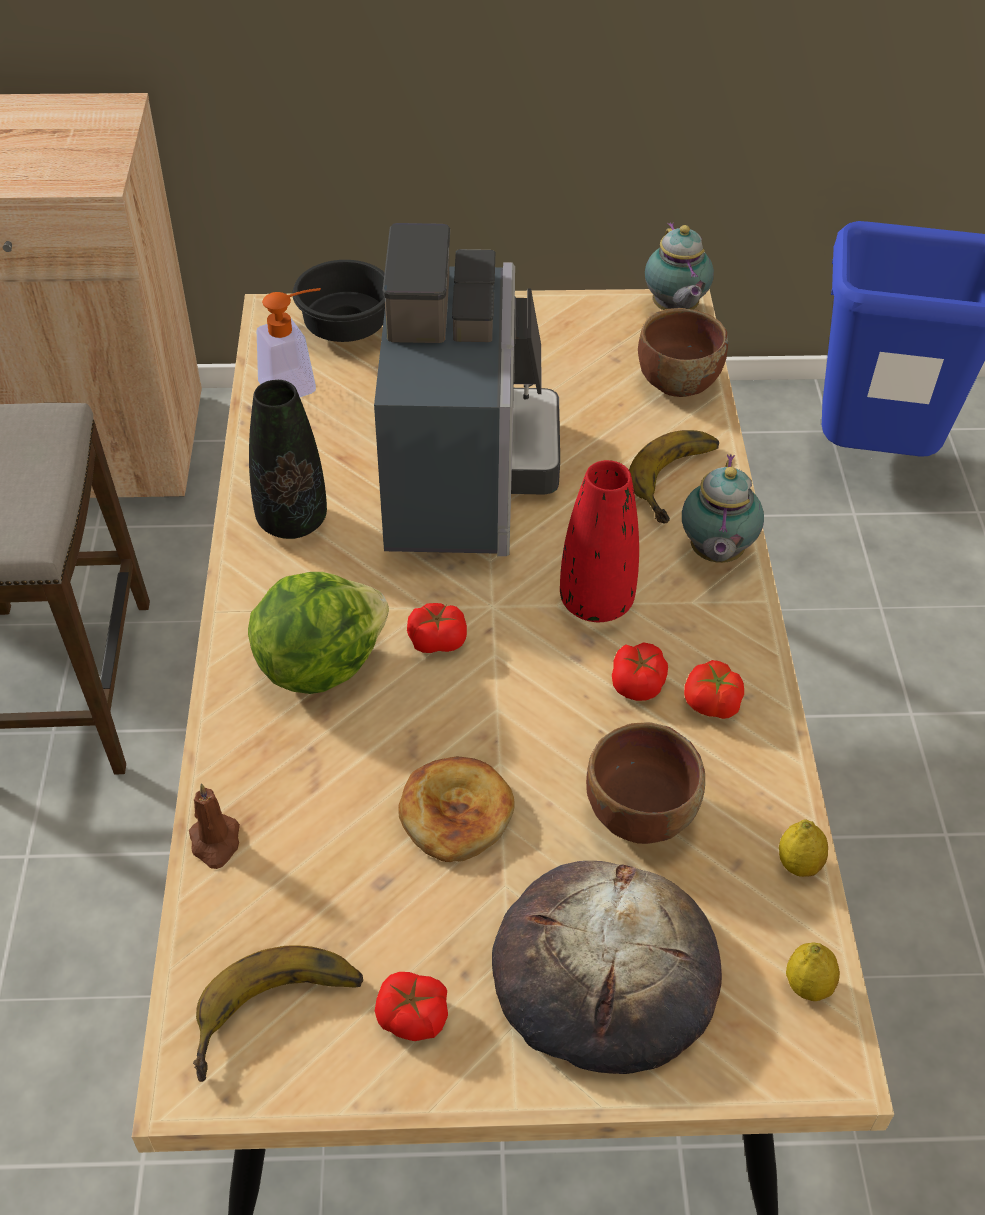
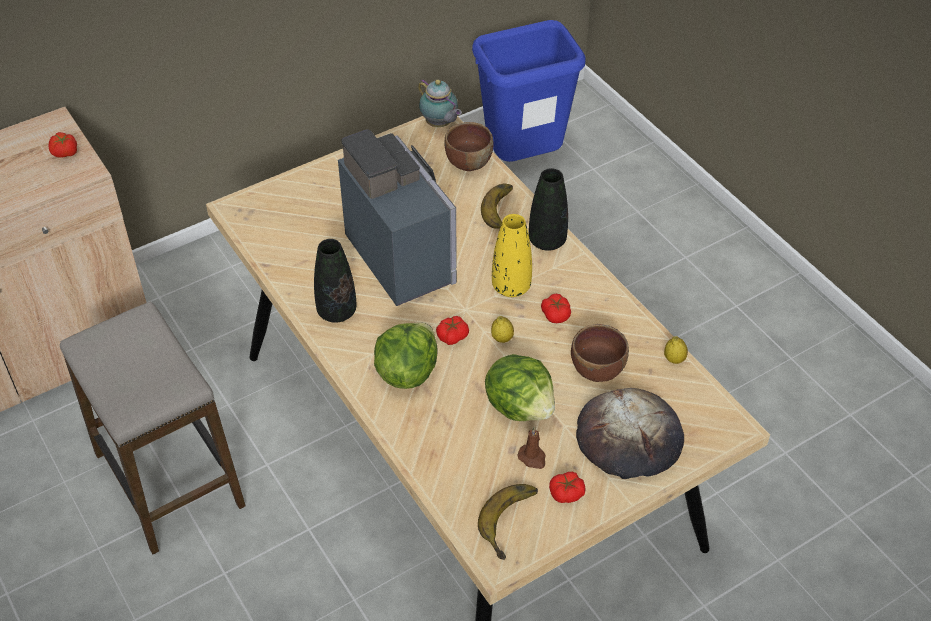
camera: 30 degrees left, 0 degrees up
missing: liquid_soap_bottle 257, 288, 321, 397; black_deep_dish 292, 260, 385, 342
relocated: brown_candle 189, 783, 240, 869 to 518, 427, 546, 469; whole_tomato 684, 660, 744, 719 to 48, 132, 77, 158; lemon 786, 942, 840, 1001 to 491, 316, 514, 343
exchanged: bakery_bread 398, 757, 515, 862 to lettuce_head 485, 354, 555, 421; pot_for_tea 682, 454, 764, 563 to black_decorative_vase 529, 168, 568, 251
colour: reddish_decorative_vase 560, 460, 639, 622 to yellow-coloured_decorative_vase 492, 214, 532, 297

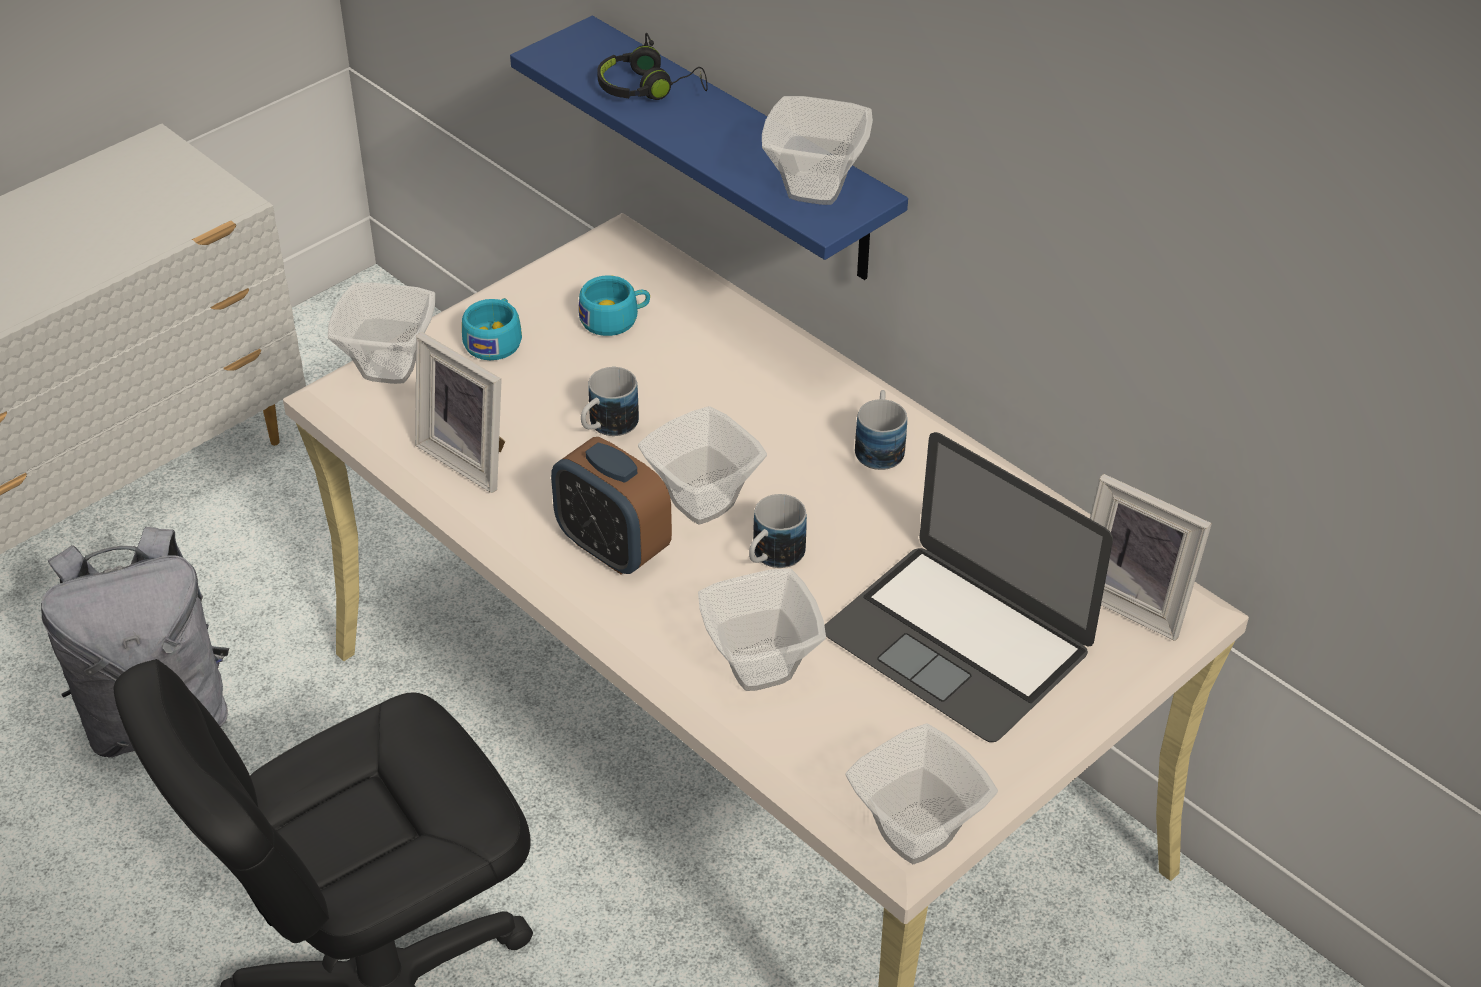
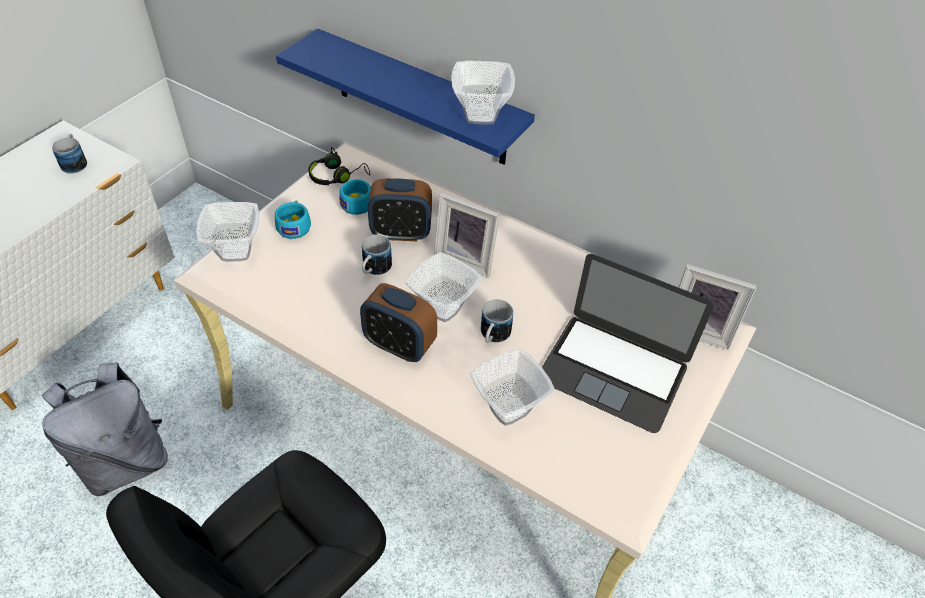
camera: 15 degrees left, 5 degrees up
missing: deep_dish 846, 724, 998, 864
appeared: alarm_clock 368, 178, 432, 241
relocated: standing_frame 415, 332, 505, 493 to 434, 192, 500, 278; black_headset 597, 33, 708, 100 to 308, 147, 370, 185; coffee_mug 855, 390, 907, 470 to 52, 134, 87, 174

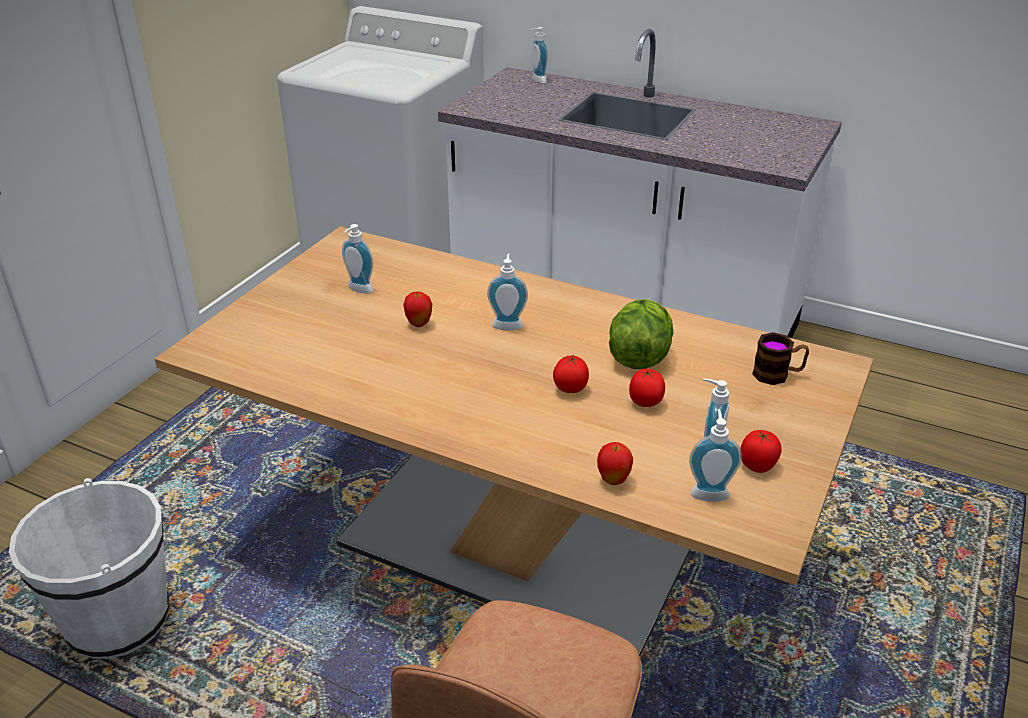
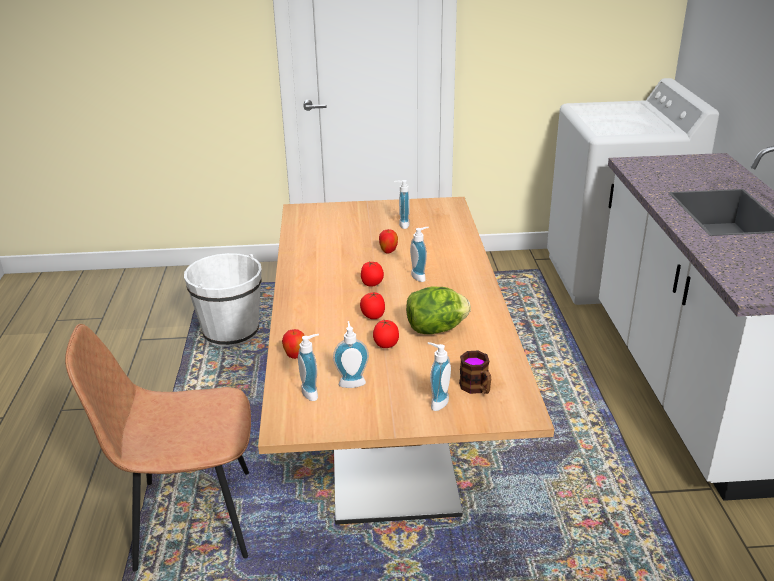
camera: 60 degrees right, 5 degrees down
relocated: liquid_soap_bottle 530, 27, 548, 84 to 428, 342, 451, 411; whole_tomato 740, 430, 782, 473 to 361, 262, 384, 286

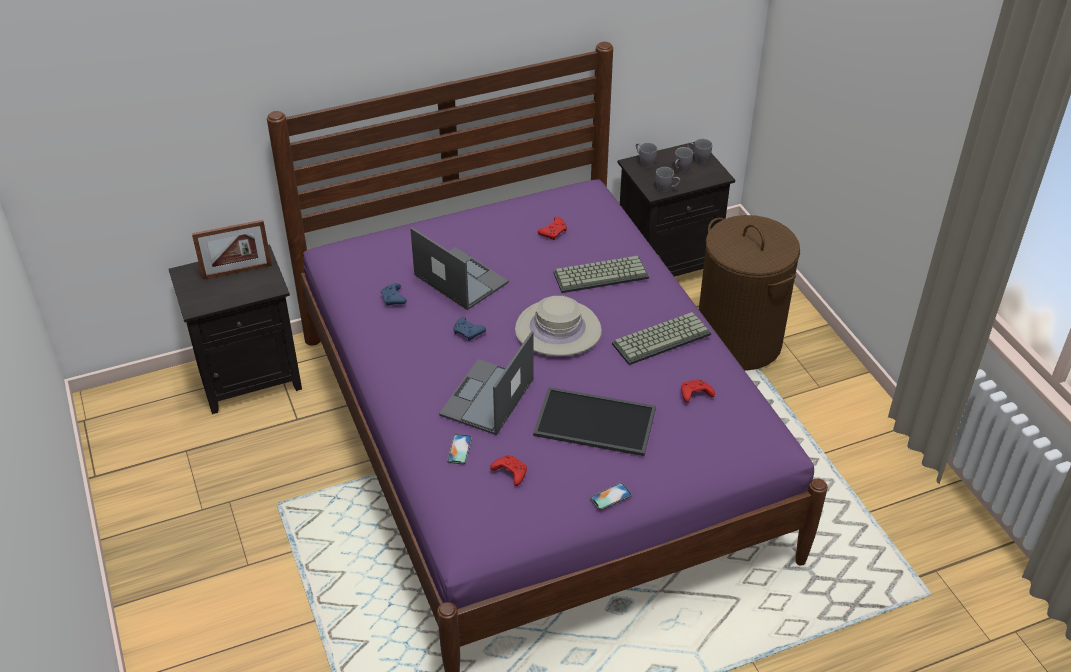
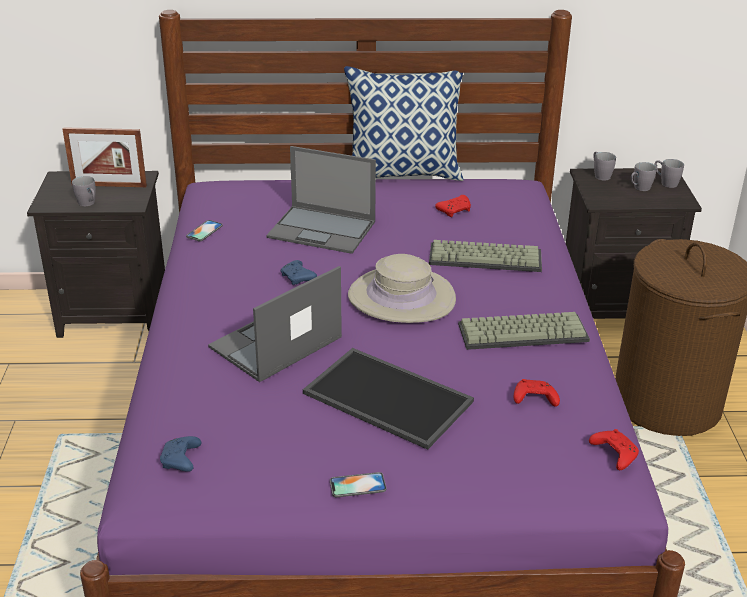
camera: 20 degrees right, 10 degrees down
appeared: throw_pillow 344, 66, 464, 181
relocated: blue-coloured_gamepad 381, 283, 407, 306 to 160, 436, 202, 472; phone 447, 434, 472, 464 to 186, 220, 223, 241; reddish_gamepad 490, 455, 527, 486 to 589, 429, 639, 470; grey_coffee_mug 655, 167, 680, 192 to 72, 176, 96, 206
spun: laptop 410, 227, 509, 310 = 267, 146, 376, 254 135 degrees clockwise

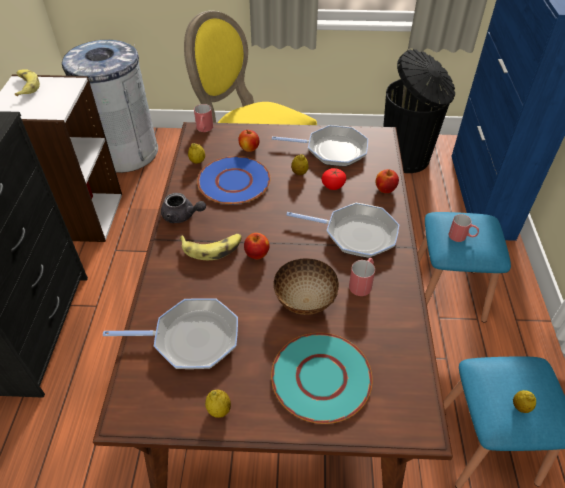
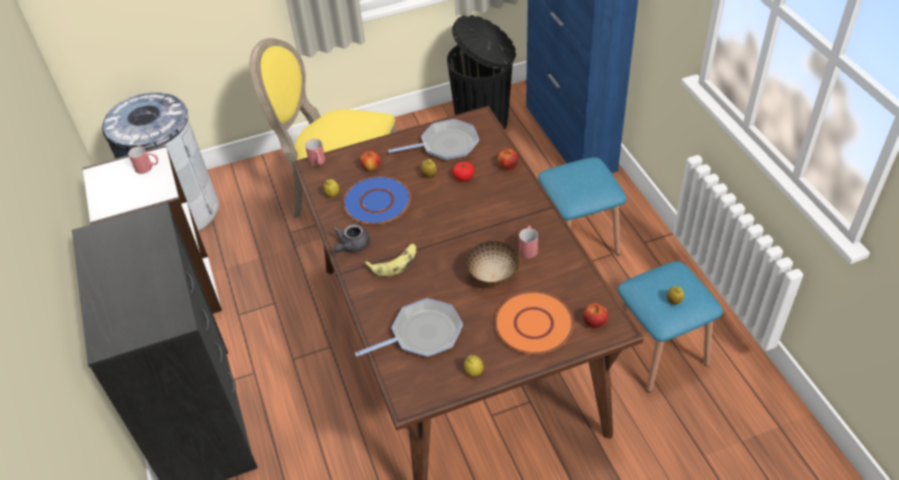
camera: 20 degrees left, 0 degrees up
missing: whole_banana 14, 69, 40, 96; pan 286, 203, 399, 258
relocated: apple_fruit 244, 233, 270, 259 to 583, 304, 608, 328; reddish_coffee_mug 449, 214, 479, 242 to 128, 146, 158, 174
colour: turquoise_dinner_plate 271, 333, 373, 424 to orangey_dinner_plate 495, 291, 573, 354
spun: grey_pot_for_tea 161, 193, 206, 223 = 333, 224, 370, 253 120 degrees clockwise

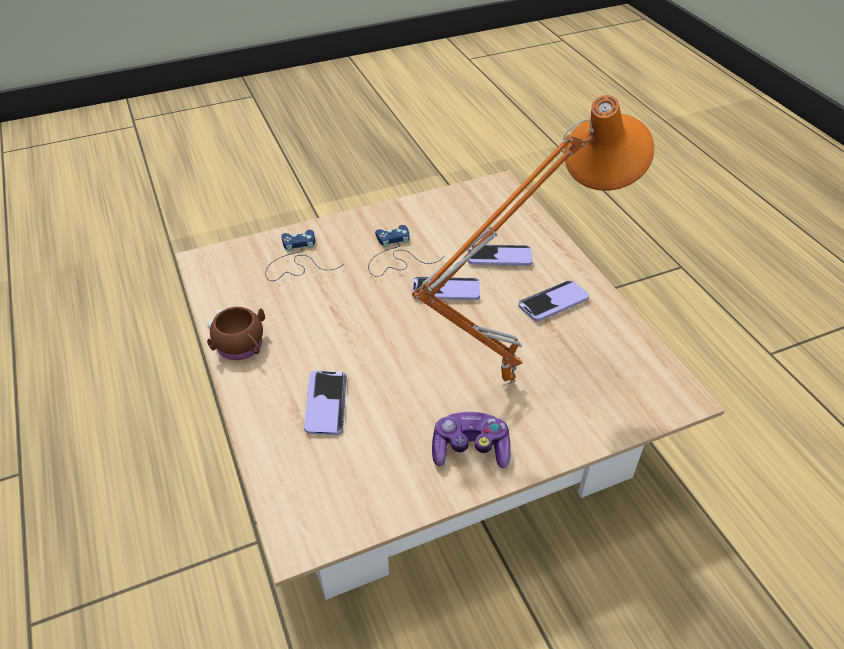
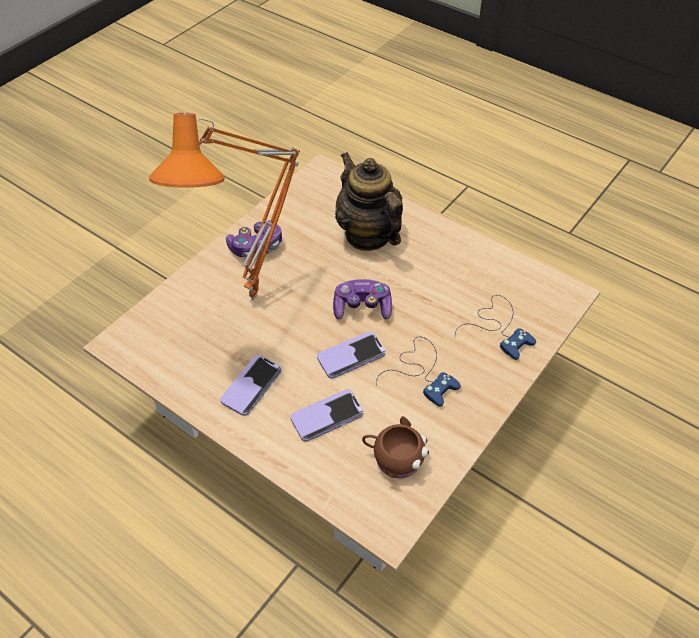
camera: 150 degrees right, 5 degrees up
appeared: gamepad 333, 279, 392, 320
relocated: brown_coffee_mug 207, 306, 265, 360 to 362, 416, 429, 478
exchanged: phone 304, 371, 347, 435 to pot_for_tea 335, 152, 403, 251

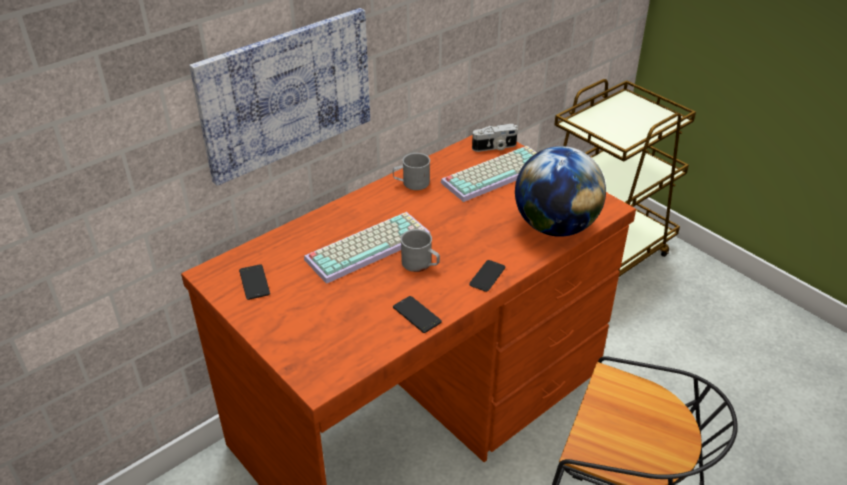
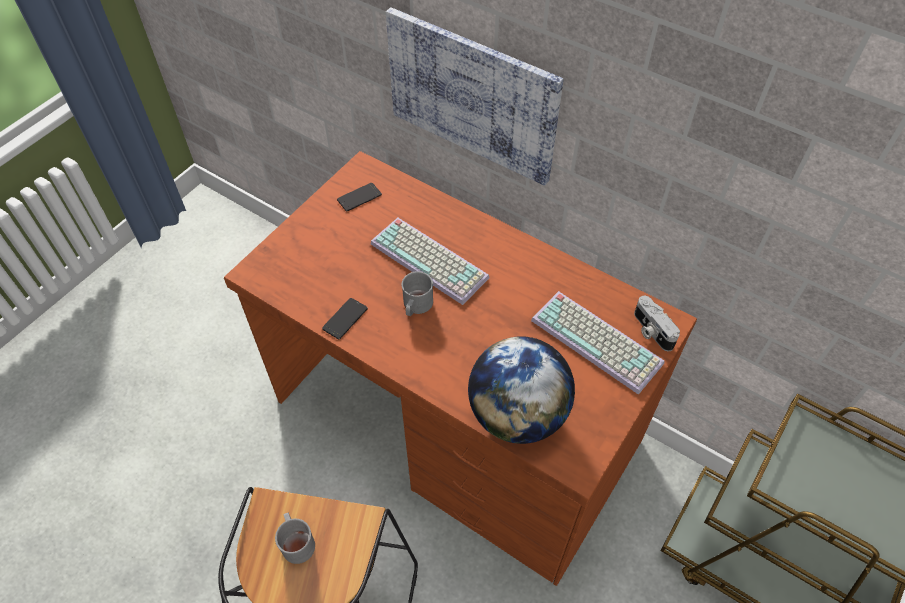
camera: 75 degrees right, 15 degrees up
missing: phone 469, 260, 505, 292
relocated: grey_coffee_mug 393, 153, 430, 190 to 275, 513, 315, 564

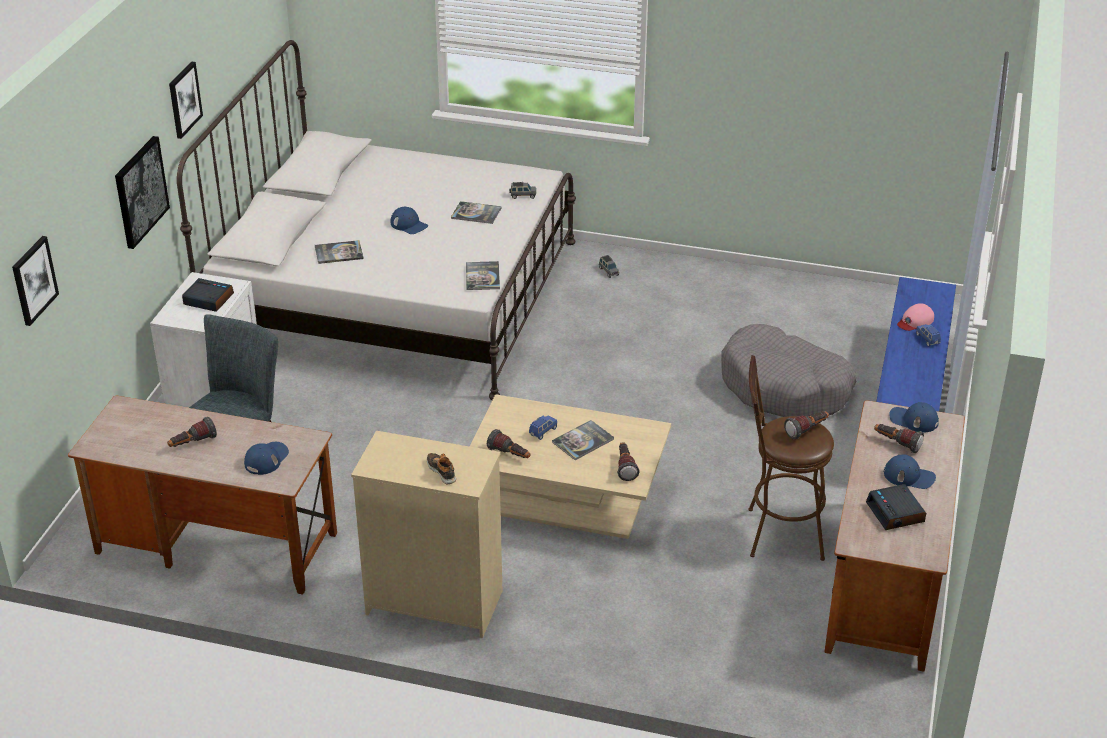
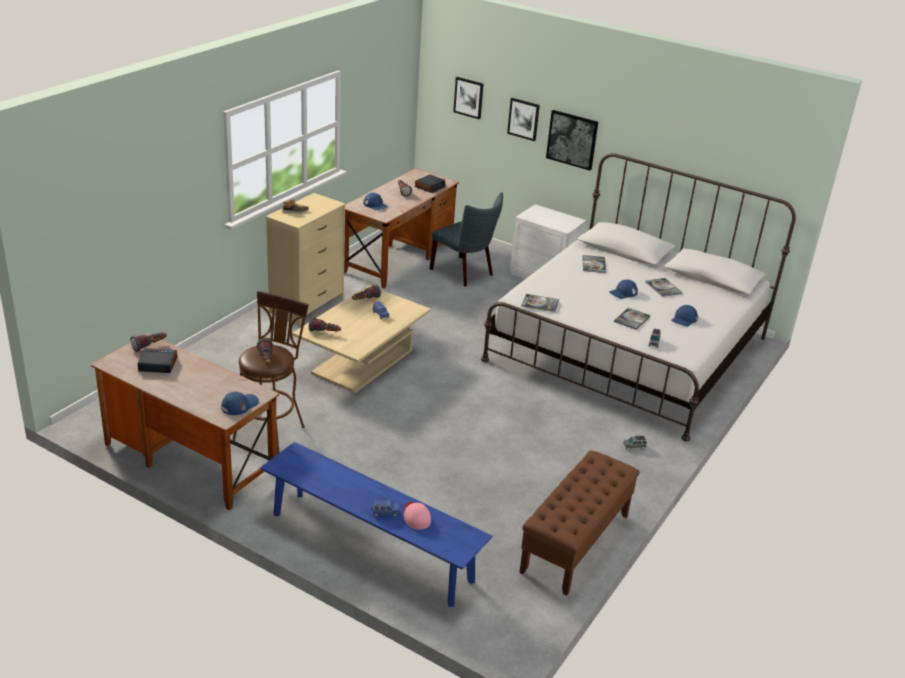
camera: 105 degrees right, 5 degrees down
missing: grey_pet_bed 721, 324, 856, 417
appeared: brown_bench 519, 450, 640, 596
relocated: wall_art 169, 62, 203, 139 to 507, 98, 540, 141; alarm_clock 182, 278, 234, 312 to 415, 175, 446, 193; book 552, 420, 614, 460 to 645, 278, 683, 297; torch 874, 424, 924, 453 to 130, 332, 167, 352; blue-coloured_cap 884, 455, 936, 489 to 671, 305, 698, 327

